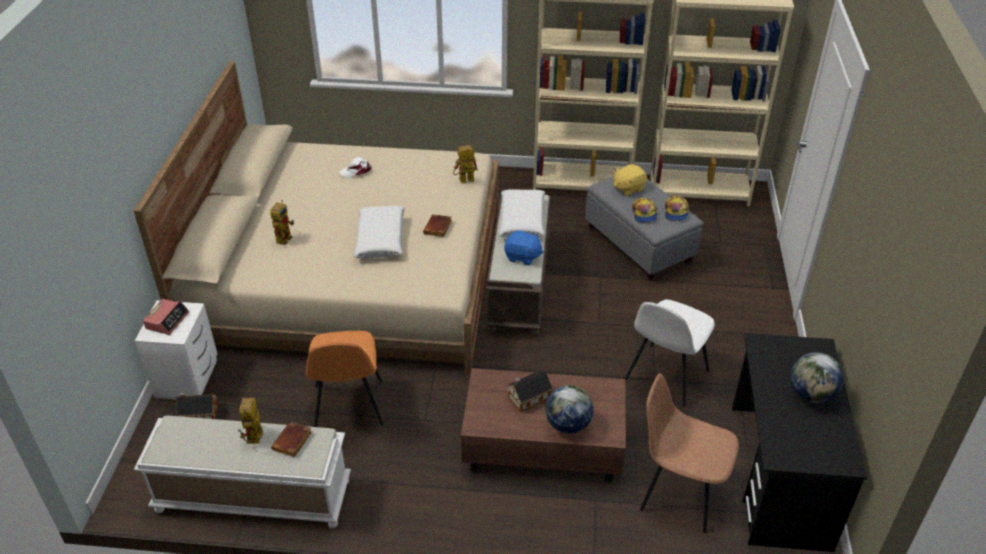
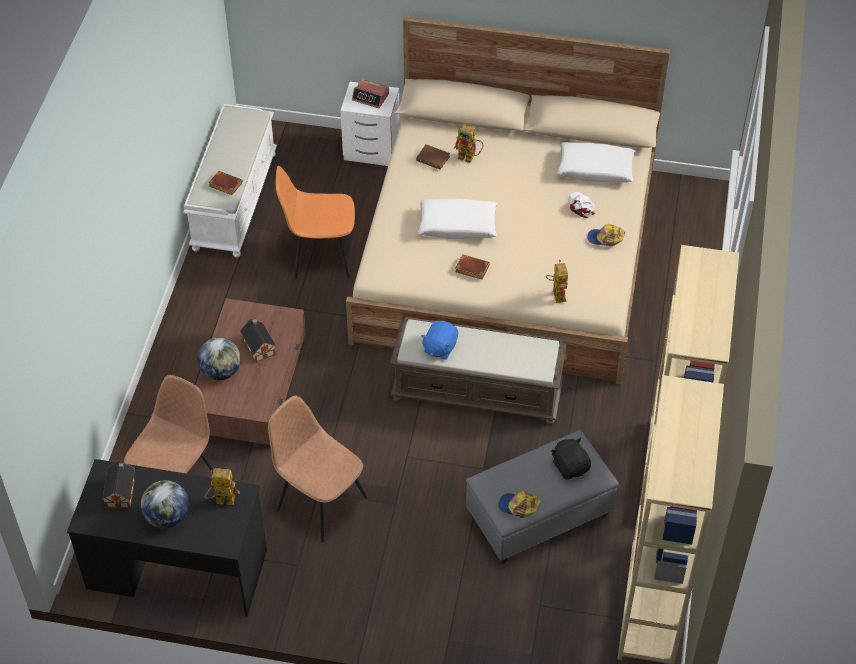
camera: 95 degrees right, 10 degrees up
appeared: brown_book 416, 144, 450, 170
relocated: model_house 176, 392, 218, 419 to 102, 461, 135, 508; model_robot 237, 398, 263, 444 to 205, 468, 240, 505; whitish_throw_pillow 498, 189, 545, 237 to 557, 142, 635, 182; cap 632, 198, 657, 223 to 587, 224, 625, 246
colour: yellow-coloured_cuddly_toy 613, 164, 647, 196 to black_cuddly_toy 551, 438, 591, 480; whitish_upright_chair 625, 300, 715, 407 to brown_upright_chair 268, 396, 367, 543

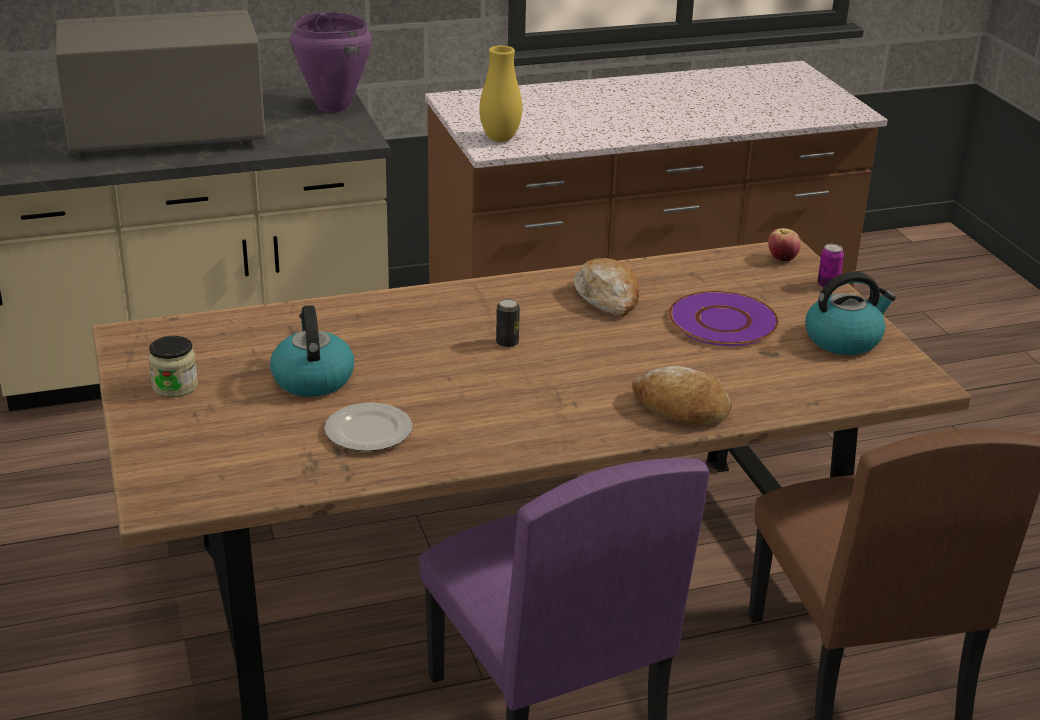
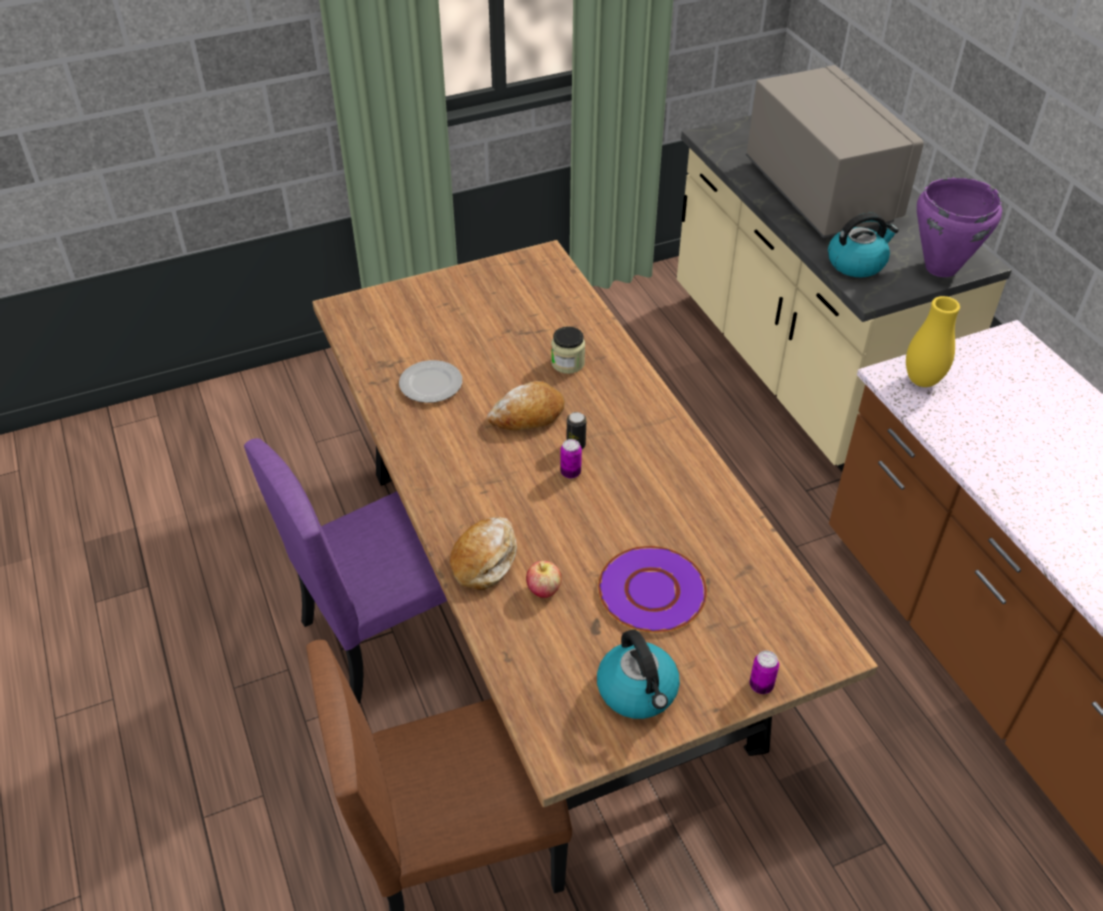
camera: 85 degrees right, 15 degrees up
appeared: can 560, 439, 582, 478
relocated: storage_jar 148, 336, 198, 397 to 551, 327, 585, 374; water_kettle 270, 305, 354, 397 to 828, 213, 899, 277; bakery_bread 573, 258, 639, 317 to 487, 381, 565, 430; apple_fruit 768, 228, 801, 261 to 526, 561, 561, 598

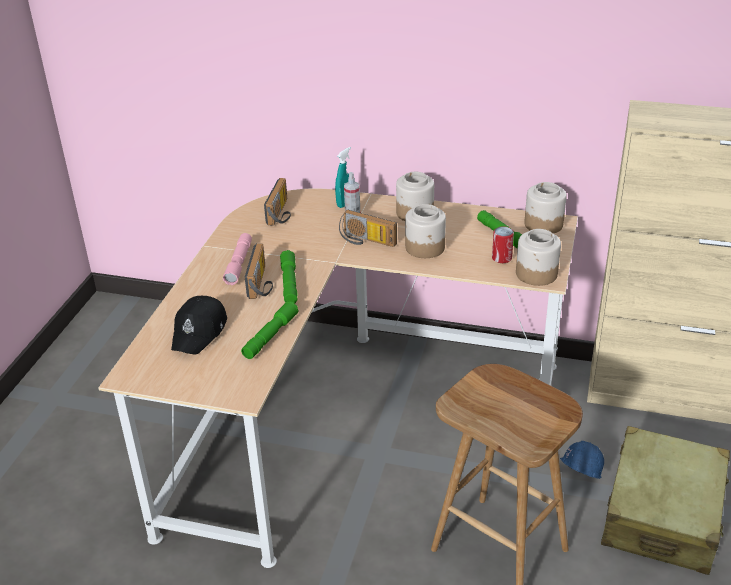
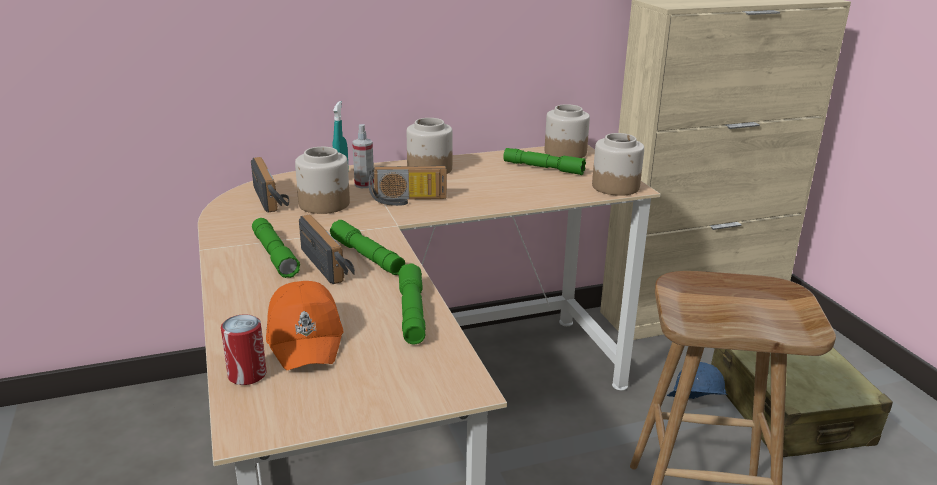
camera: 35 degrees left, 10 degrees down
relocated: storage_jar 405, 204, 446, 258 to 295, 147, 350, 214; can 492, 226, 514, 263 to 221, 314, 267, 385
colour: black_cap 171, 296, 227, 355 to orangey_cap 266, 281, 343, 370; pink-coloured_torch 223, 233, 252, 285 to green_torch 252, 218, 300, 278

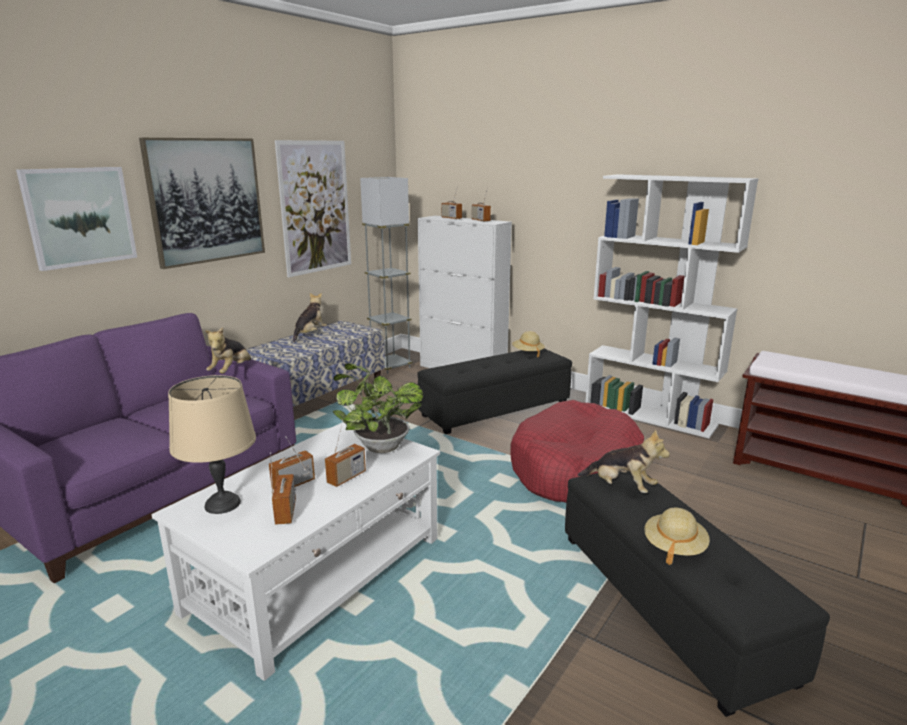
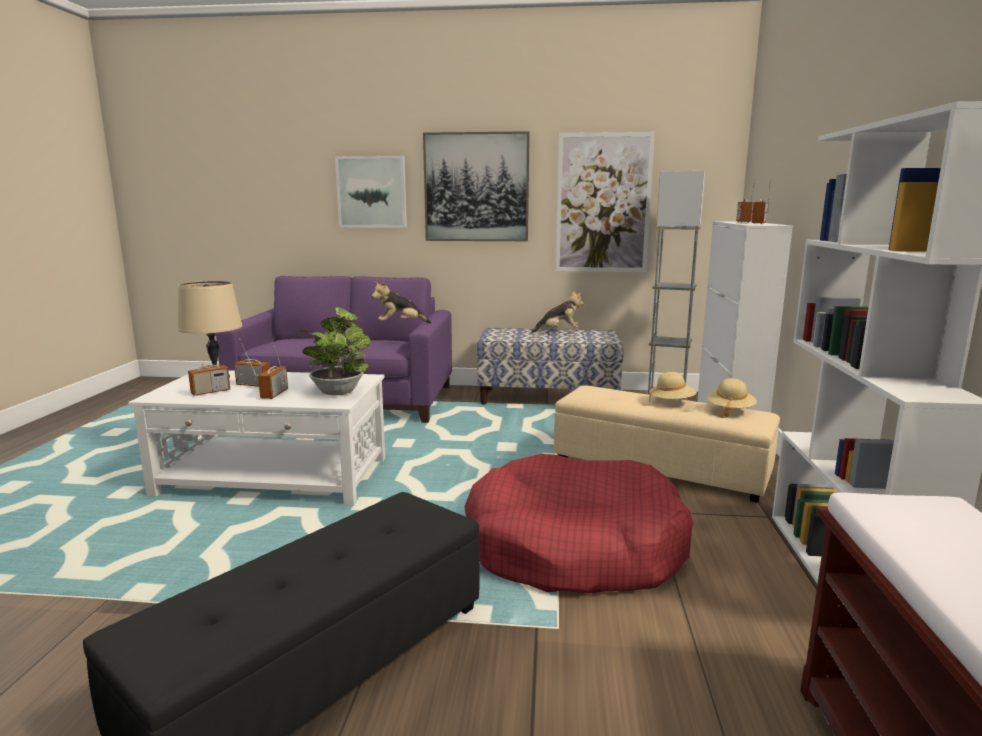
camera: 60 degrees right, 5 degrees down
missing: cuddly_toy 577, 429, 670, 493
relocated: sand-coloured_wearable_hat 644, 508, 710, 565 to 649, 372, 697, 403
colour: black_footrest 417, 349, 572, 434 to sand-coloured_footrest 554, 385, 780, 503
spun: radio_set 325, 420, 366, 487 = 258, 346, 288, 399 90 degrees clockwise

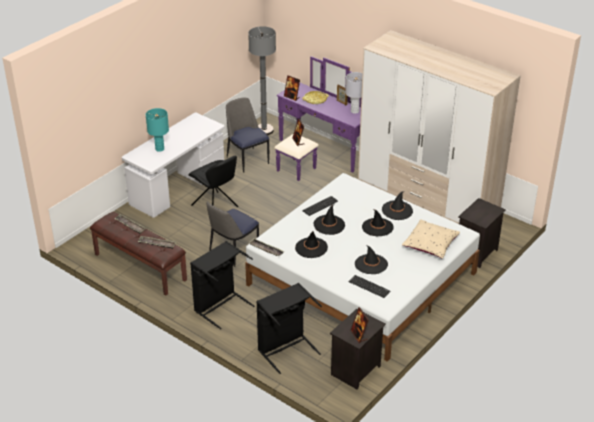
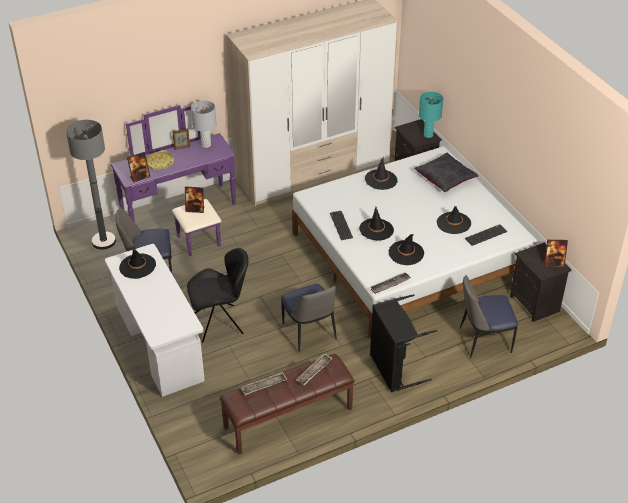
camera: 65 degrees left, 5 degrees up
relocated: turquoise_tabletop_lamp 146, 108, 169, 152 to 419, 92, 443, 138; black_wearable_hat 362, 209, 394, 236 to 119, 249, 156, 279
exchanged: black_hamper 256, 283, 322, 374 to upright_chair 460, 275, 518, 358
colour: sand-coloured_throw_pillow 402, 219, 460, 259 to black_throw_pillow 414, 153, 478, 192

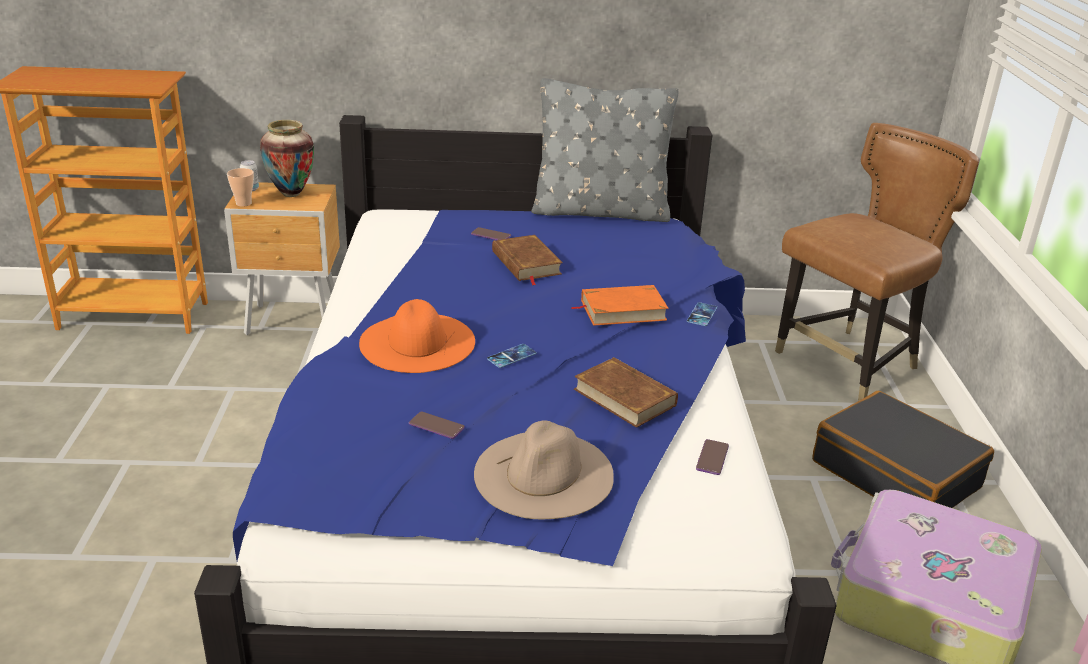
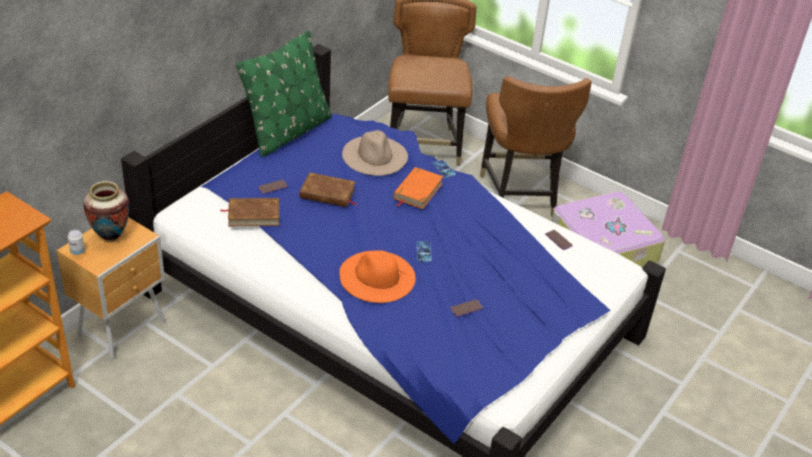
camera: 55 degrees left, 10 degrees up
missing: cup 227, 168, 254, 207
relocated: sand-coloured_wearable_hat 474, 420, 614, 519 to 342, 130, 408, 176; brown_book 574, 357, 678, 428 to 221, 198, 279, 226
exchanged: black_piece_of_luggage 812, 391, 994, 508 to brown_upright_chair 480, 76, 592, 217
colour: grey_throw_pillow 531, 78, 679, 222 to green_throw_pillow 236, 30, 332, 157

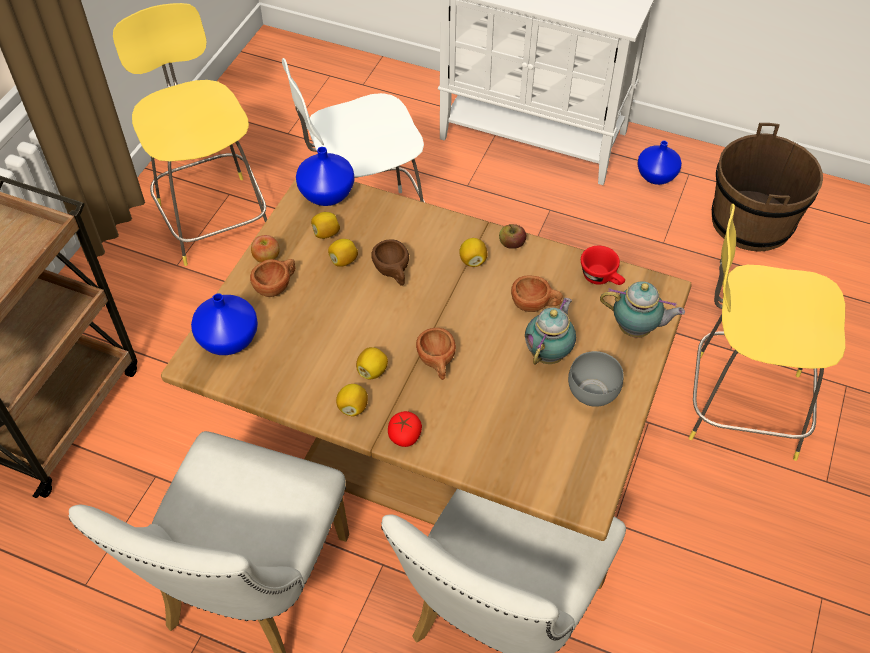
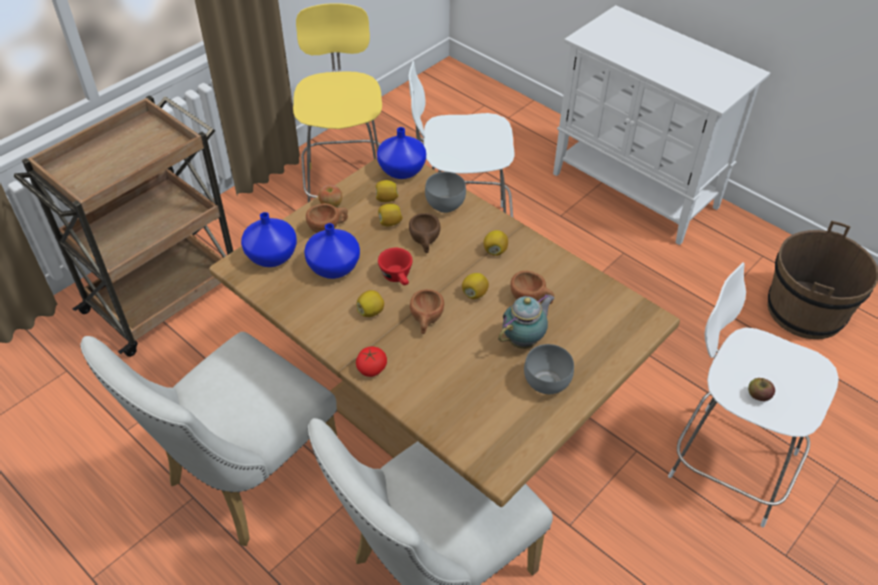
camera: 20 degrees right, 5 degrees down
missing: pot_for_tea 600, 281, 685, 338
appeared: grey_deep_dish 425, 172, 466, 213
relocated: lemon 336, 384, 368, 417 to 462, 273, 489, 299; apple_fruit 499, 224, 526, 249 to 748, 378, 775, 401; reddish_cup 581, 246, 625, 285 to 378, 248, 413, 285; blue-coloured_decorative_vase 637, 141, 682, 185 to 304, 223, 360, 279
colour: yellow-coloured_stool_seat 689, 204, 845, 461 to whitish_stool_seat 668, 262, 839, 527

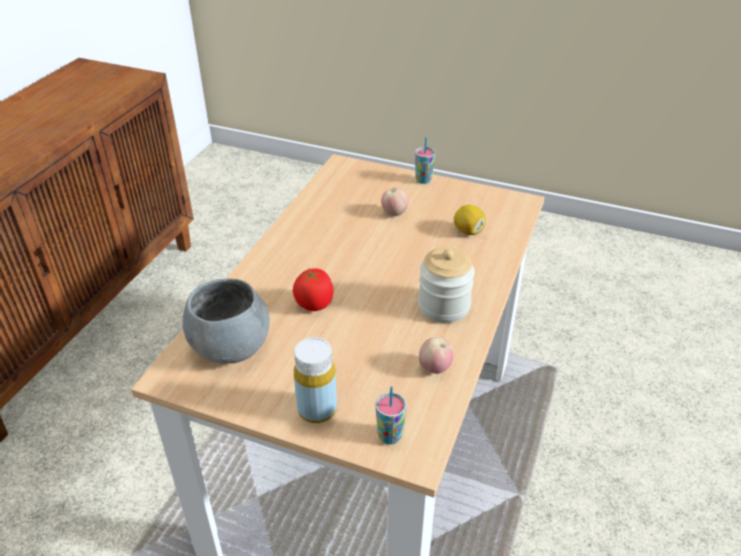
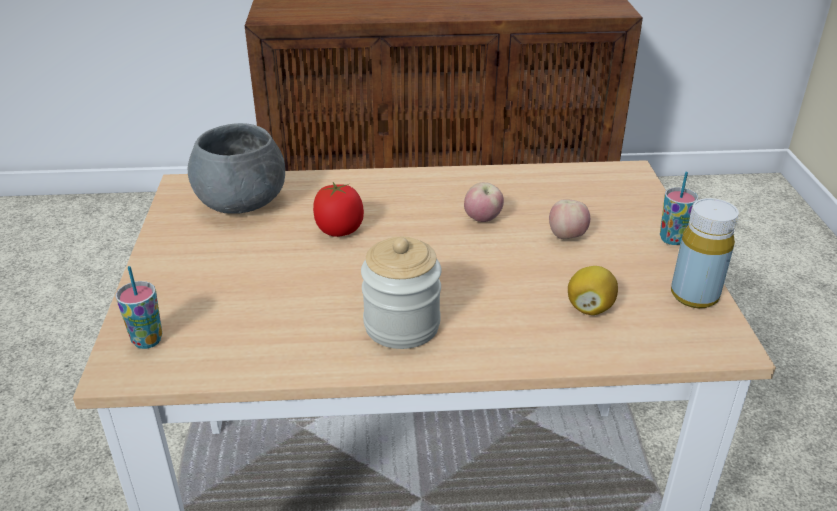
camera: 65 degrees right, 5 degrees down
relocated: yellow-coloured_drink_bottle 294, 337, 337, 423 to 671, 198, 739, 308; apple_fruit 419, 337, 454, 374 to 464, 182, 504, 222

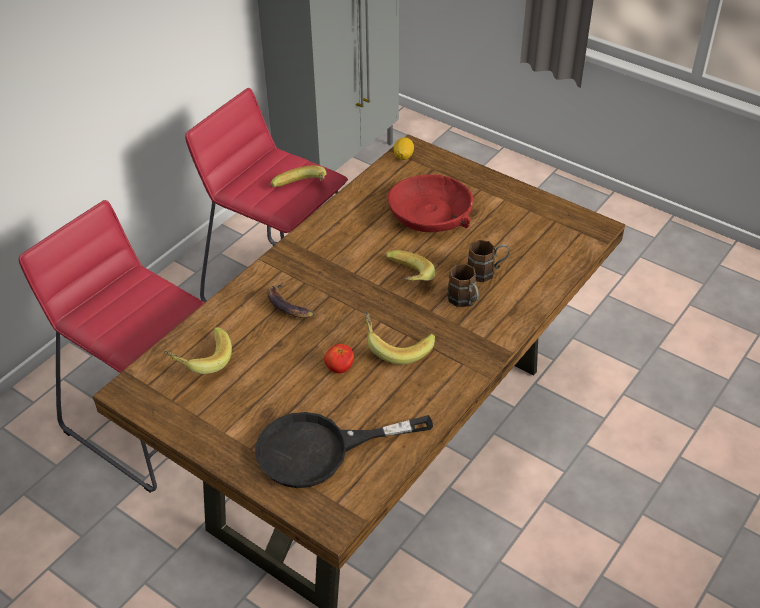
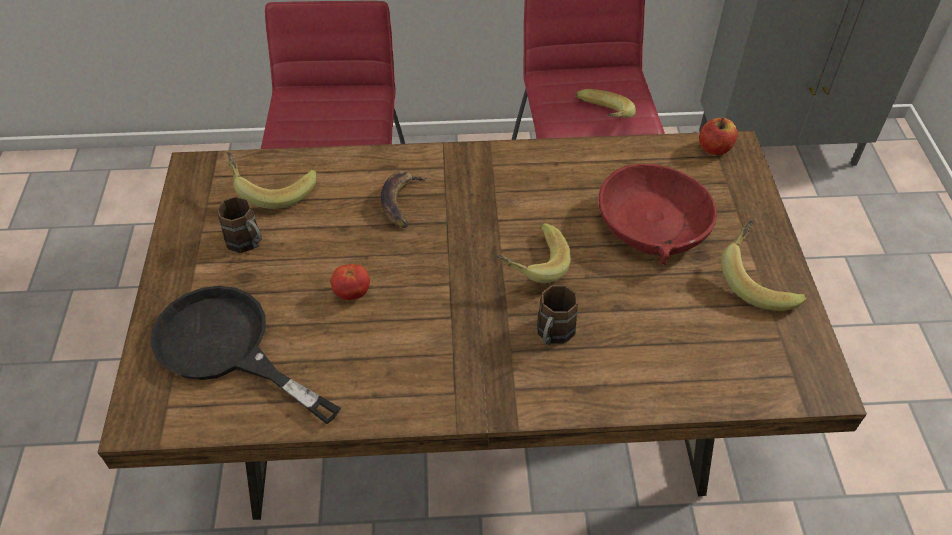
camera: 50 degrees right, 5 degrees up
relocated: whole_banana 365, 311, 435, 364 to 721, 219, 807, 311; brown_coffee_mug 468, 240, 510, 282 to 217, 197, 262, 253
exchanged: lemon 394, 138, 414, 160 to apple_fruit 699, 118, 737, 155

